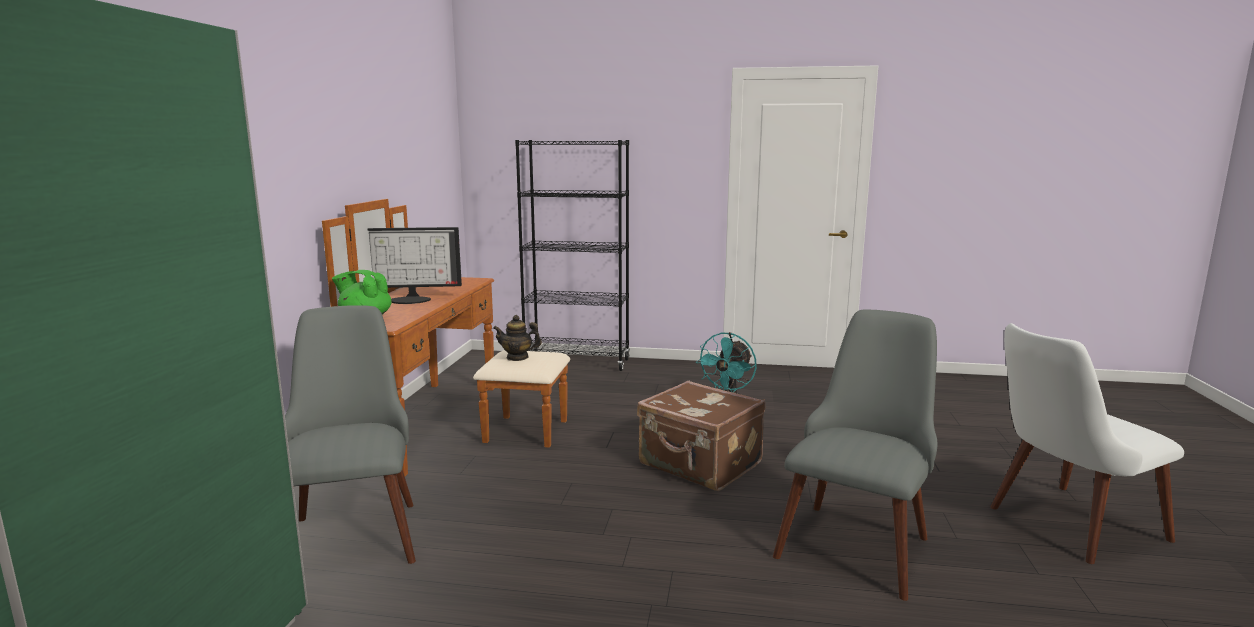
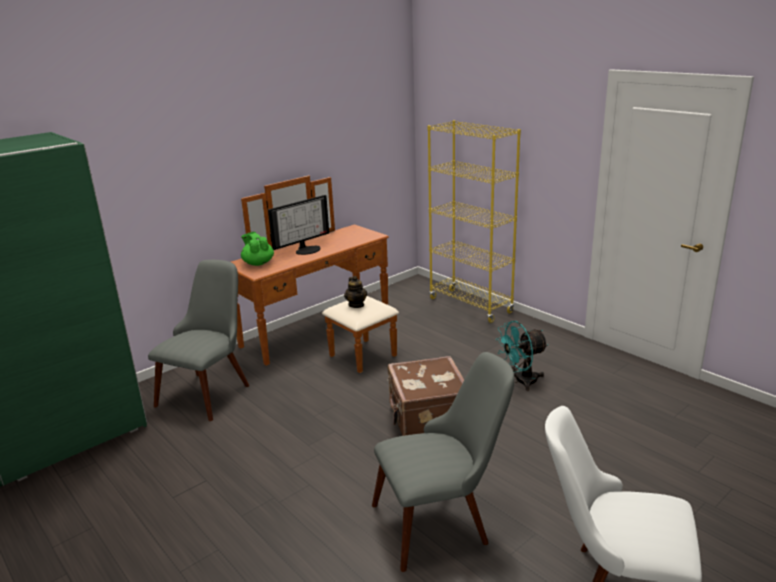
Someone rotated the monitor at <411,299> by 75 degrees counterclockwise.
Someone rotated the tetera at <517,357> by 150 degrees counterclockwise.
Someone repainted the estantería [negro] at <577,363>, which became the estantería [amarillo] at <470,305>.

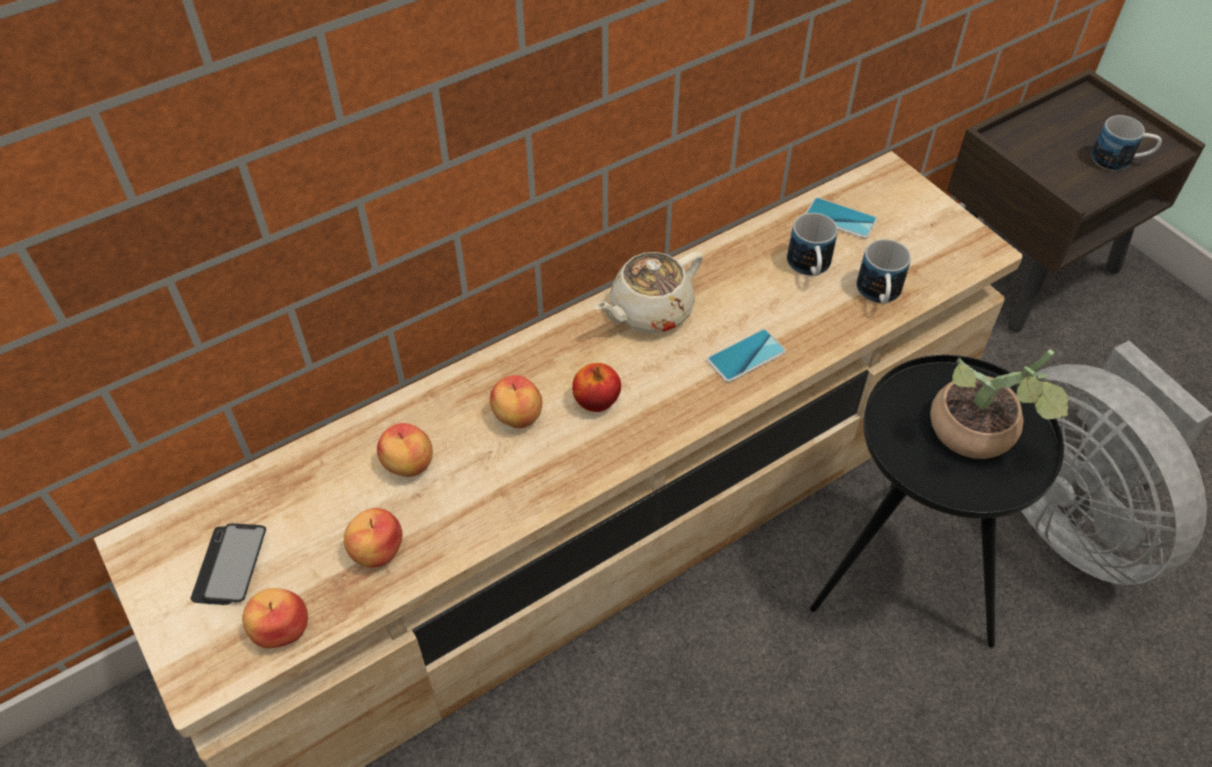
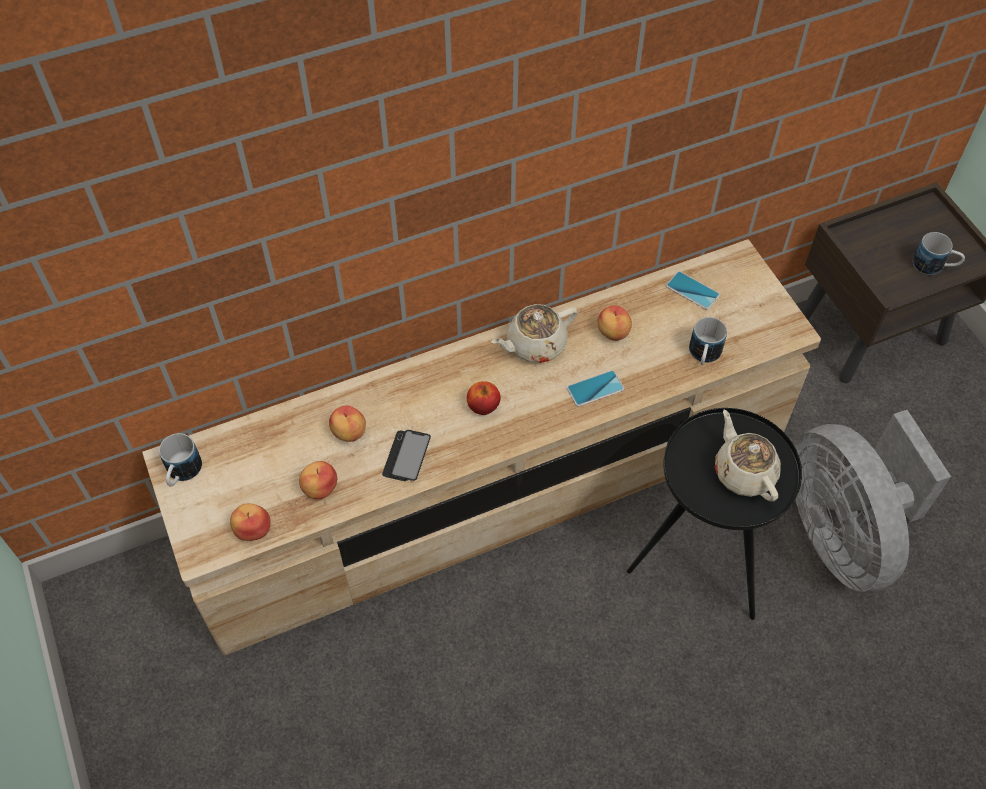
Someone carried the taza grande from <809,268> to <182,473>.
Someone carried the móvil from <230,565> to <406,456>.
Someone carried the manzana from <517,417> to <612,333>.
Someone swapped the planta en maceta at <979,437> for the tetera [beis] at <743,472>.

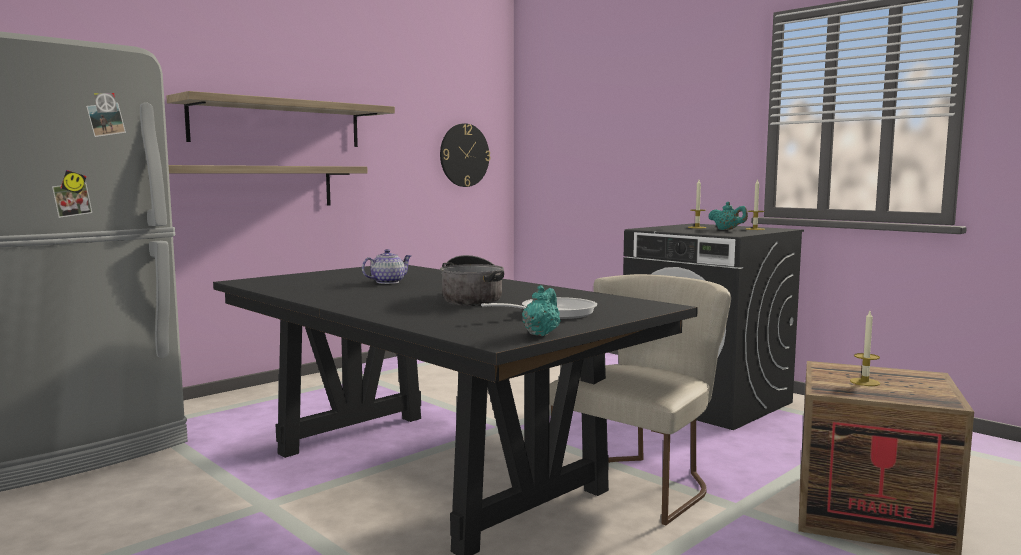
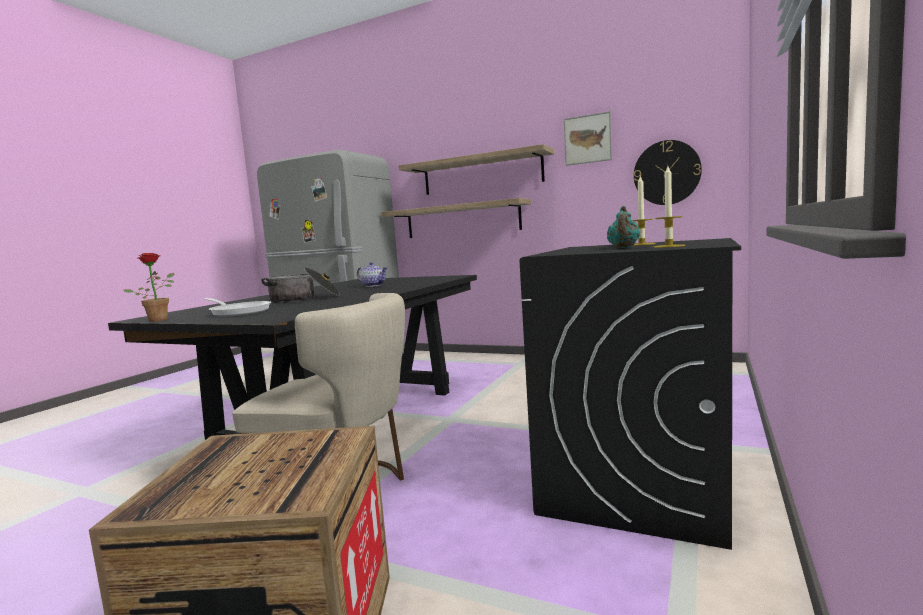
Someone swapped the tetera [turquesa] at <541,334> for the planta en maceta at <160,319>.
Someone put up the cuadro at <587,139>.
Someone took away the vela at <865,382>.

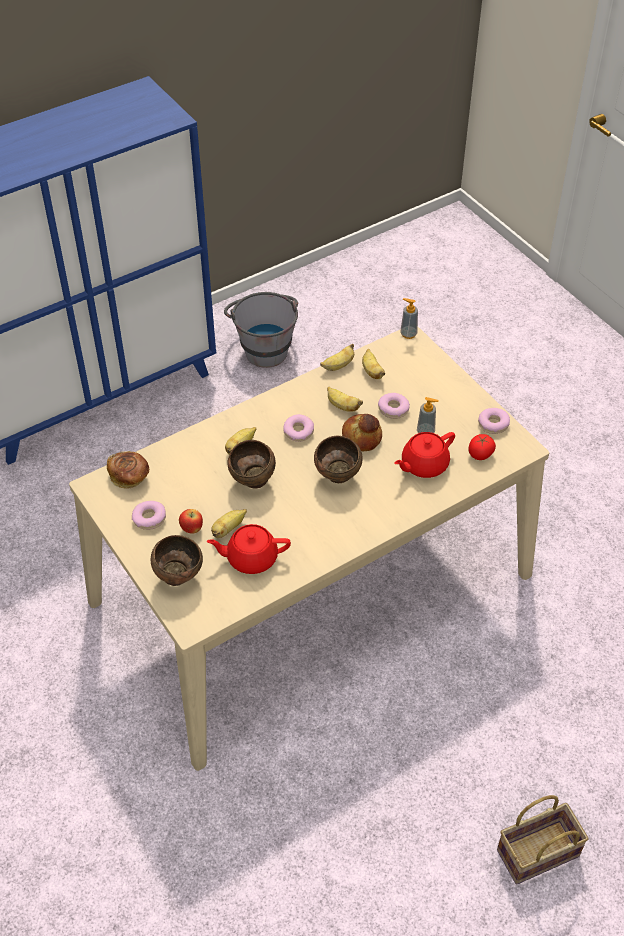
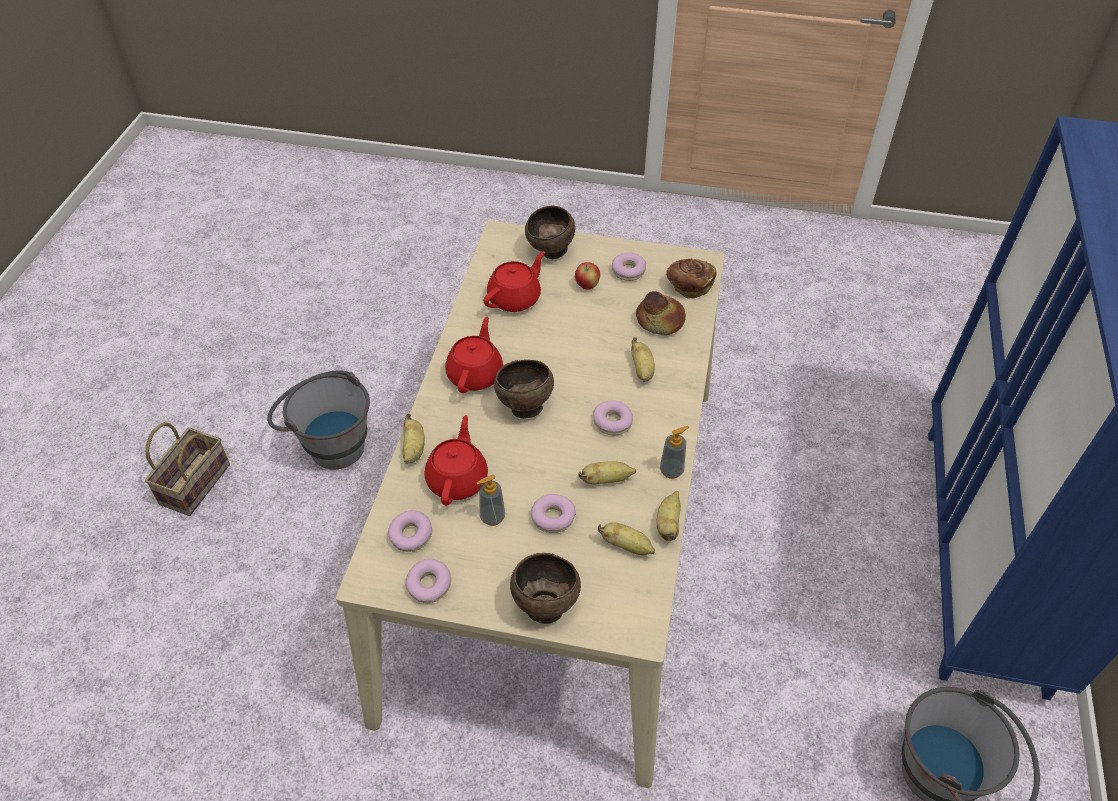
Someone put down the cubo [gris] at <329,442>.
Someone swapped the tomate at <480,454> for the rosquilla at <411,535>.
Someone carried the plátano from <228,529> to <413,449>.
Someone put down the tetera [rojo] at <476,374>.
Someone carried the cuenco [marrón] from <253,482> to <544,606>.
Someone carried the pan from <362,437> to <660,321>.
Someone carried the dispensador de jabón from <408,334> to <671,470>.

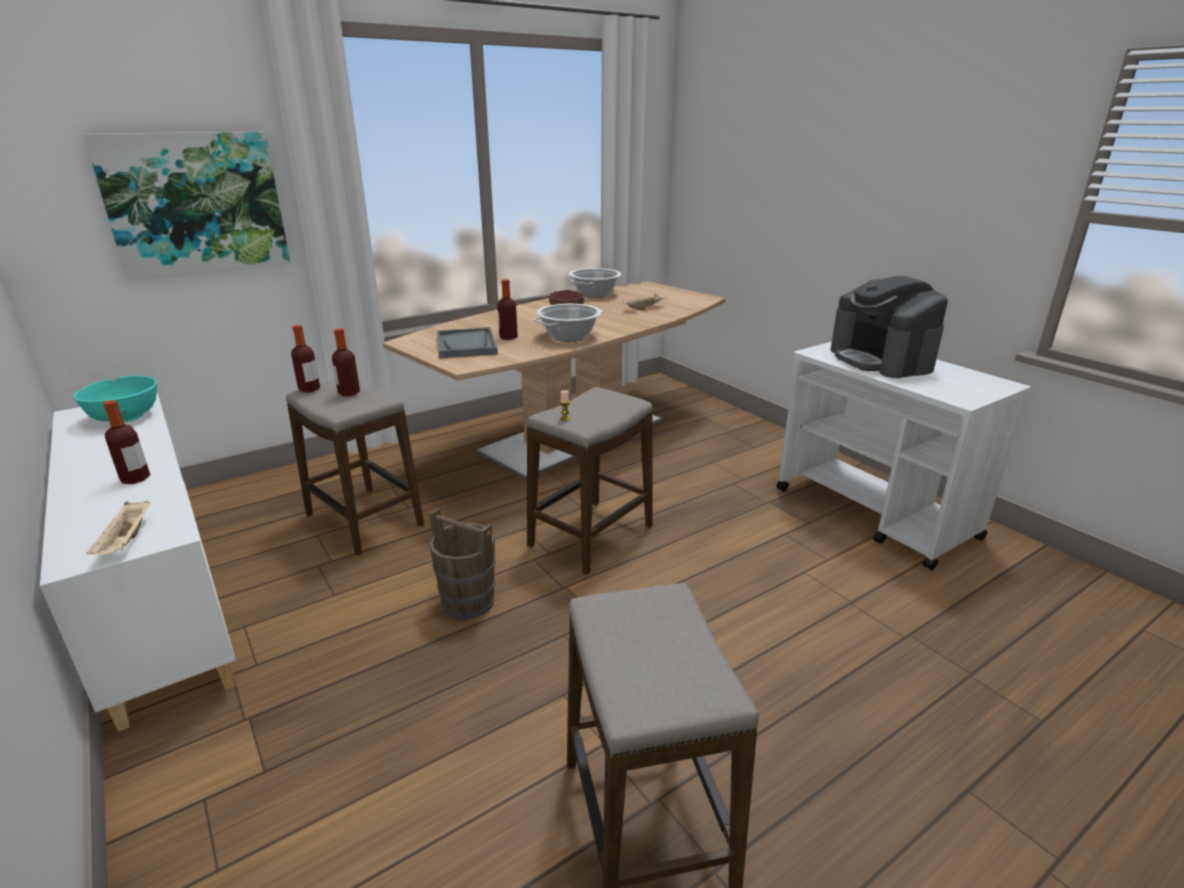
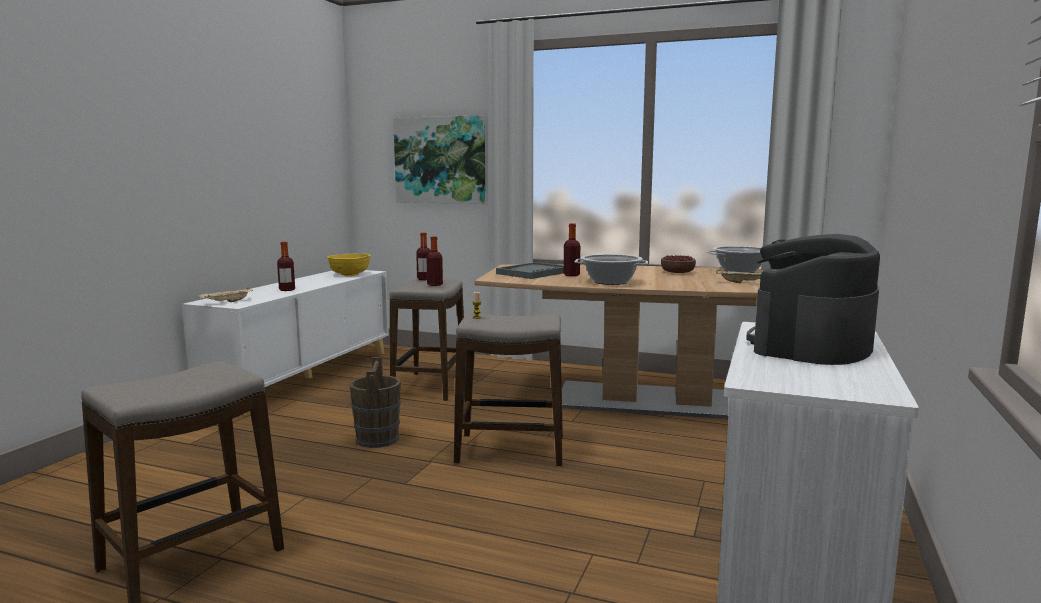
Someone repainted the cuenco [turquesa] at <125,417>, which became the cuenco [amarillo] at <349,275>.

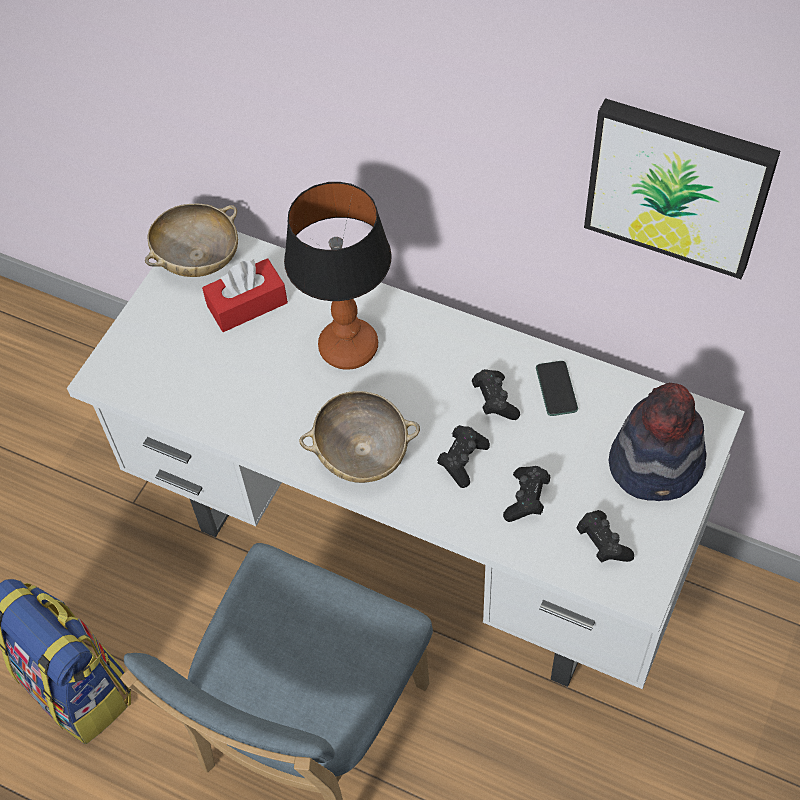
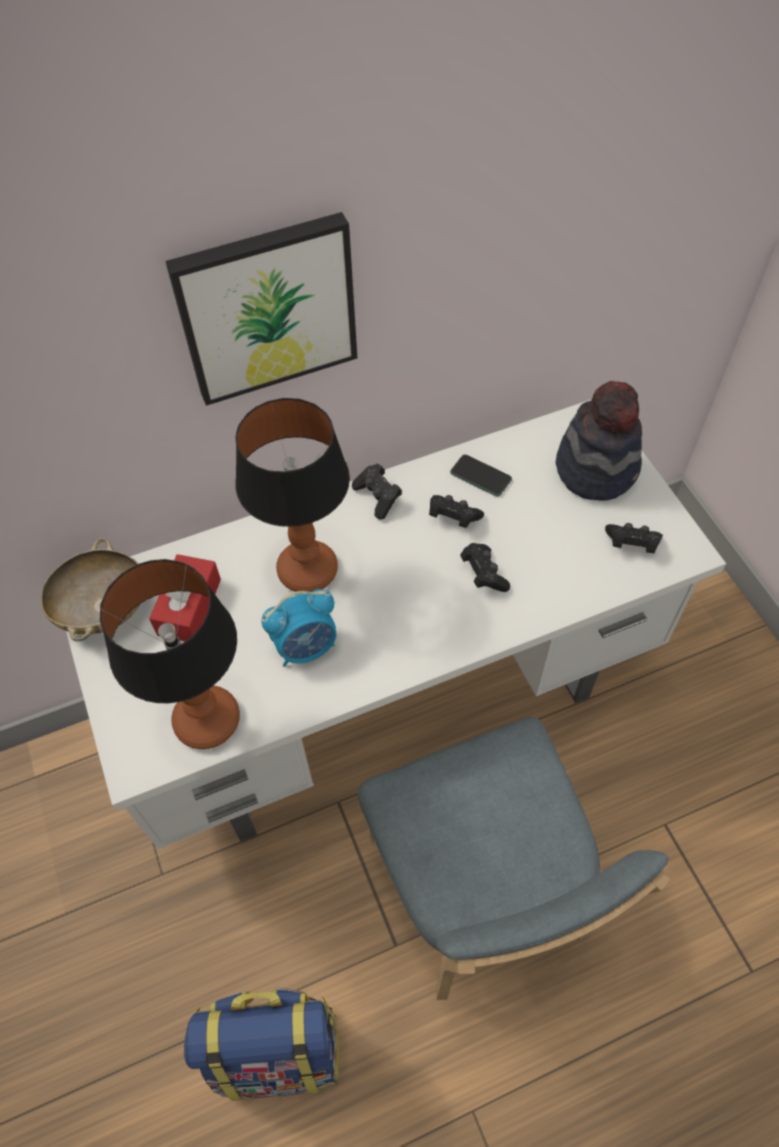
Someone put down the lámpara de mesa at <206,719>.
Someone carried the cuadro from <678,185> to <267,308>.
Someone put down the despertador at <306,647>.
Someone carried the mando de consola [negro] from <526,499> to <378,497>.
Someone took away the cuenco [beis] at <362,453>.

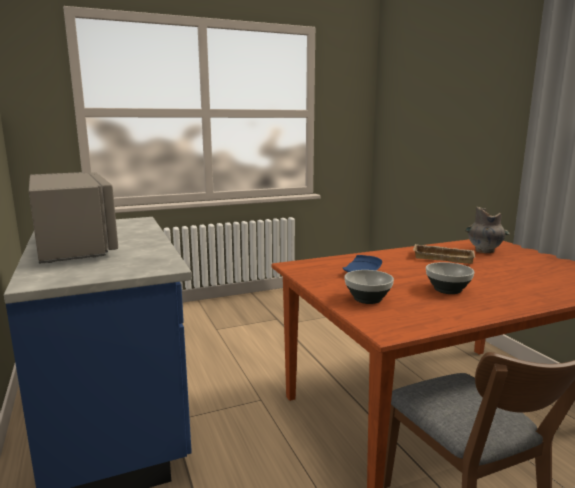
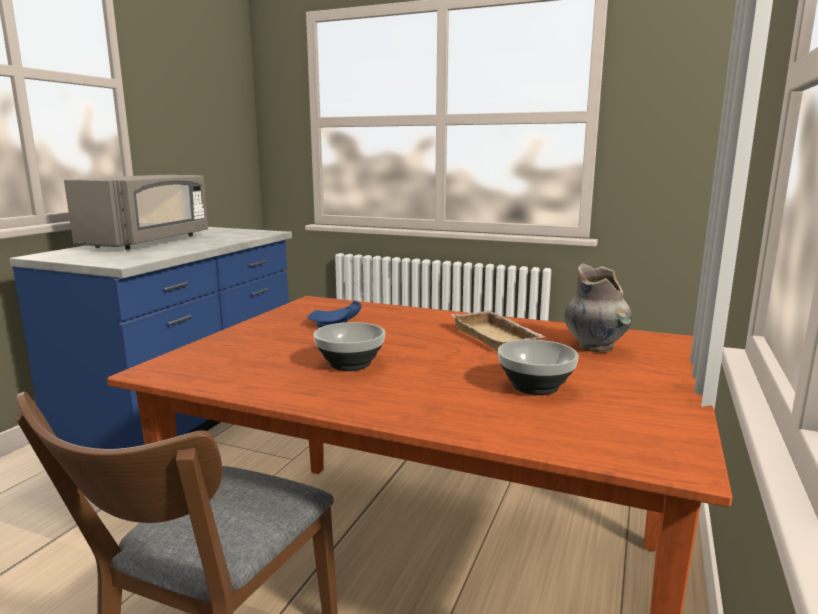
Someone carried the cuenco from <367,299> to <534,387>.

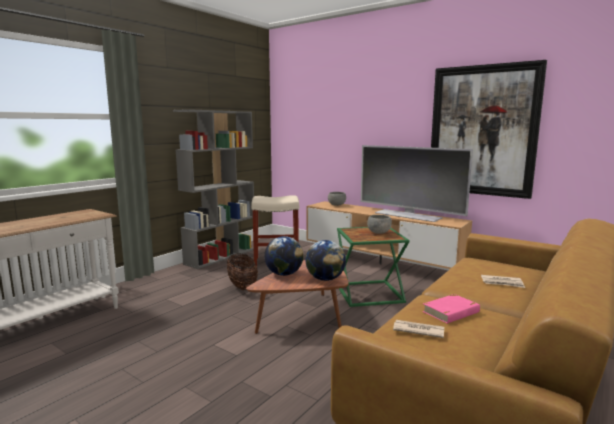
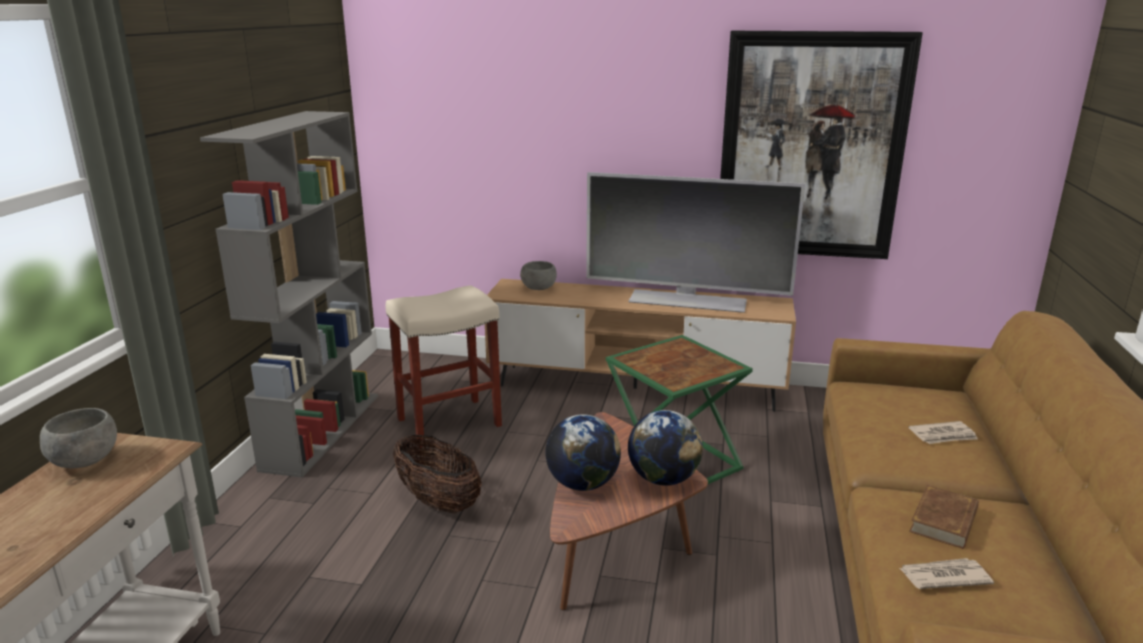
Someone carried the cuenco [gris] from <379,233> to <86,461>.
Someone repainted the libro [rosa] at <451,312>, which became the libro [marrón] at <944,521>.

